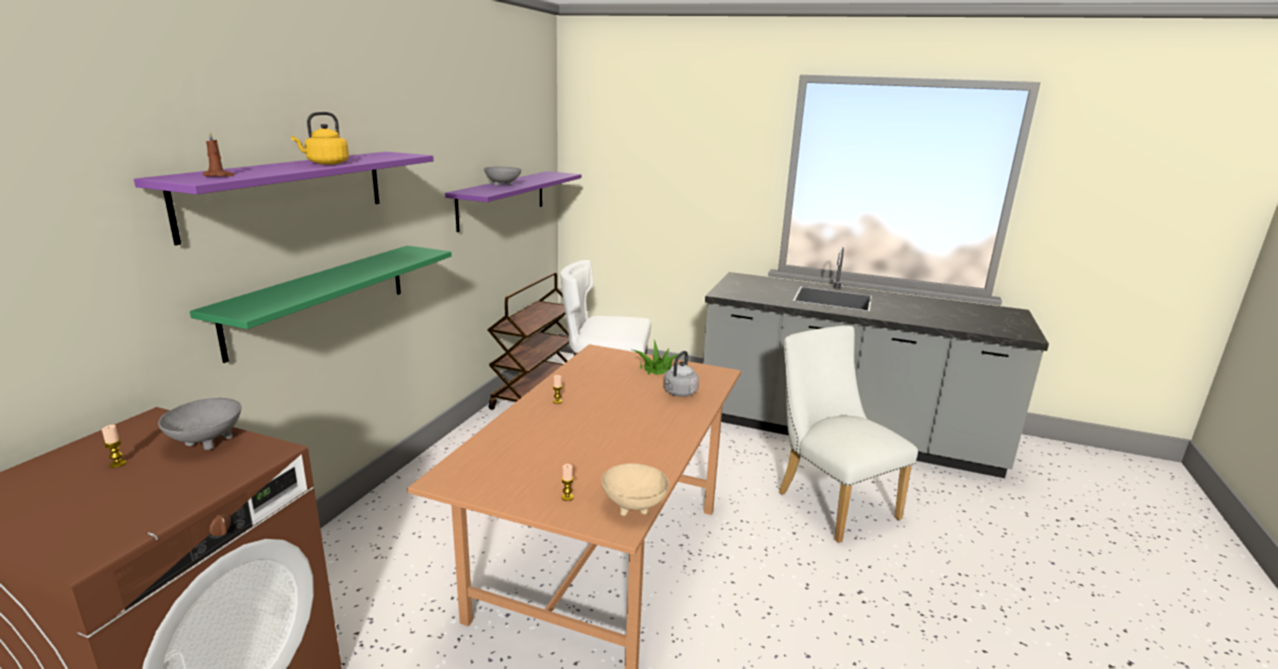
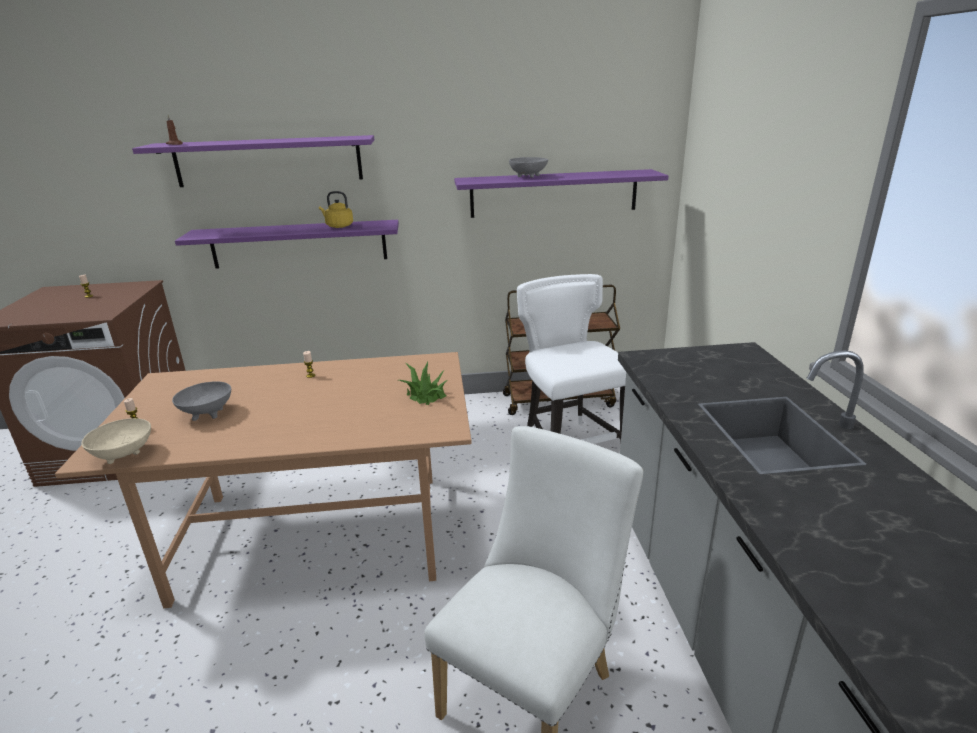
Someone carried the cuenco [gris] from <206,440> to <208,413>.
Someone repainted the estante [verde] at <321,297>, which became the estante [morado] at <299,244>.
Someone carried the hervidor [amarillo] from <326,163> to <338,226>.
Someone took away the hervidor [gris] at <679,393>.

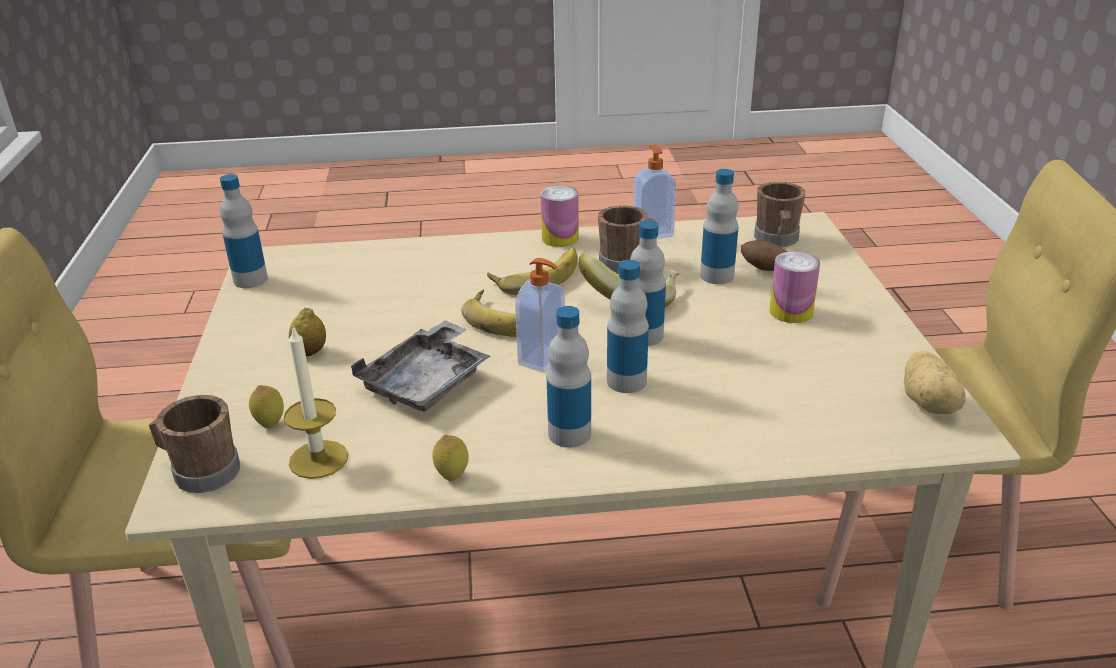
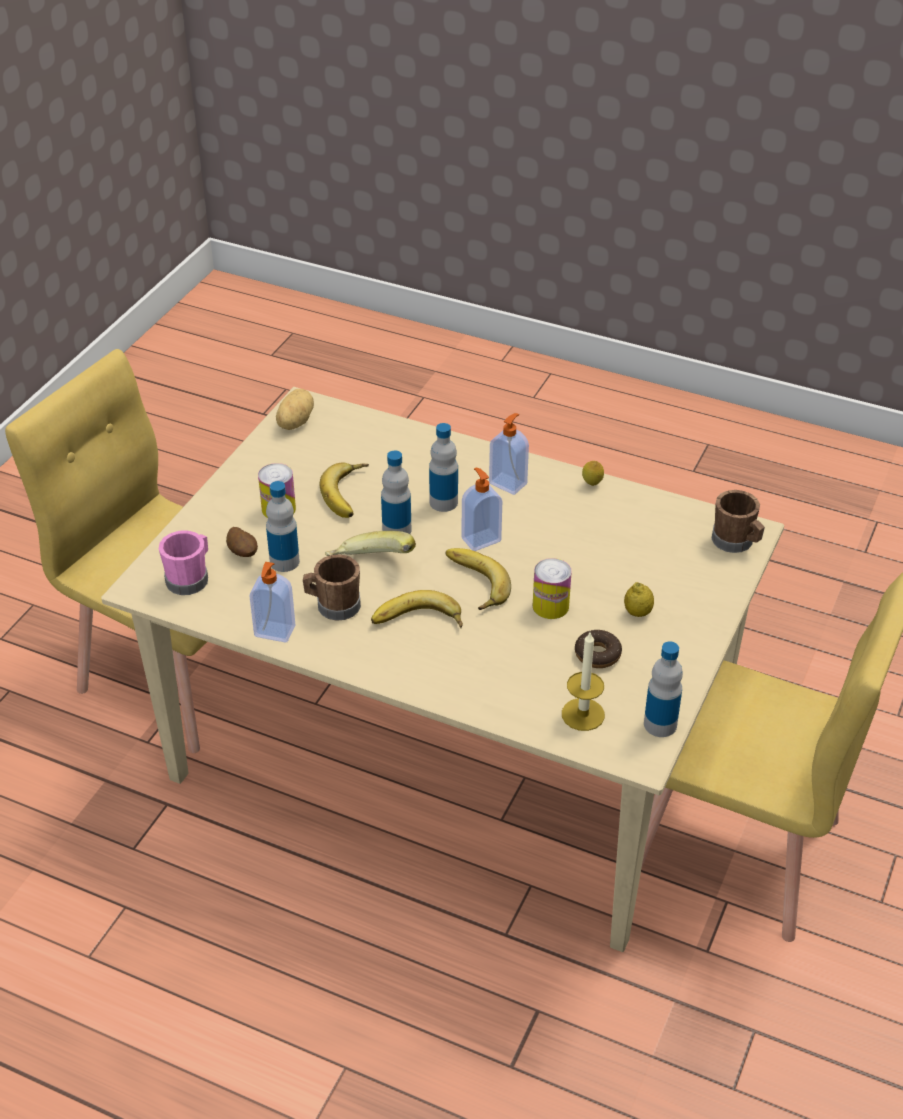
Someone repainted the taza grande [marrón] at <777,240>, which became the taza grande [rosa] at <190,578>.
Someone put down the plátano at <350,494>.
Someone swapped the botella at <569,434> for the dispensador de jabón at <508,483>.
Someone carried the lata from <560,238> to <550,606>.
Someone carried the vela from <318,459> to <583,714>.
Someone put down the rosquilla at <597,654>.
Someone took away the limón at <270,424>.
Someone took away the bandeja [gris] at <427,382>.

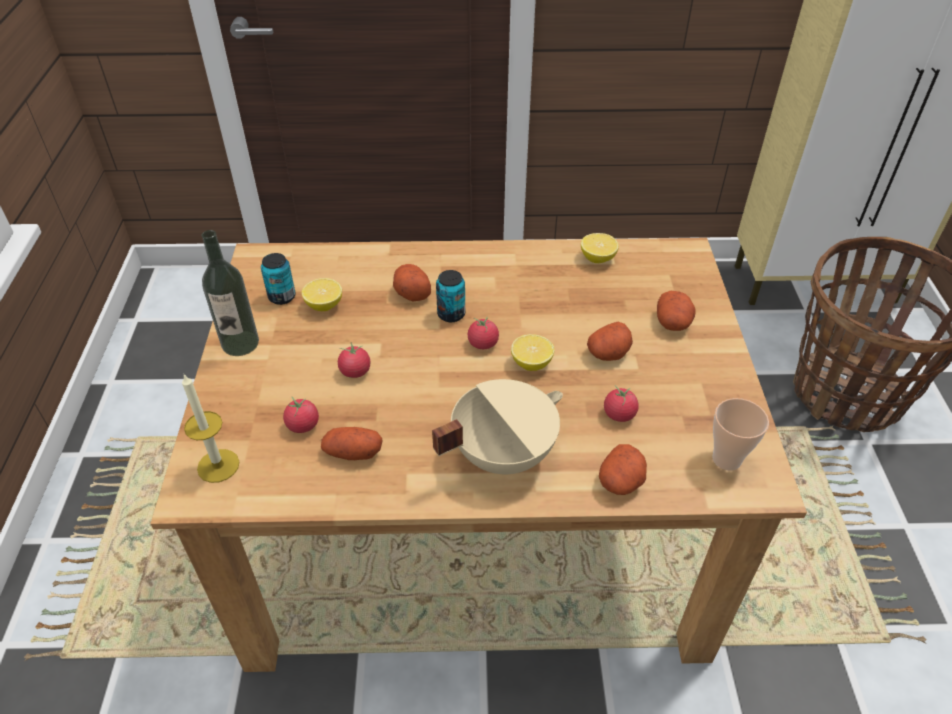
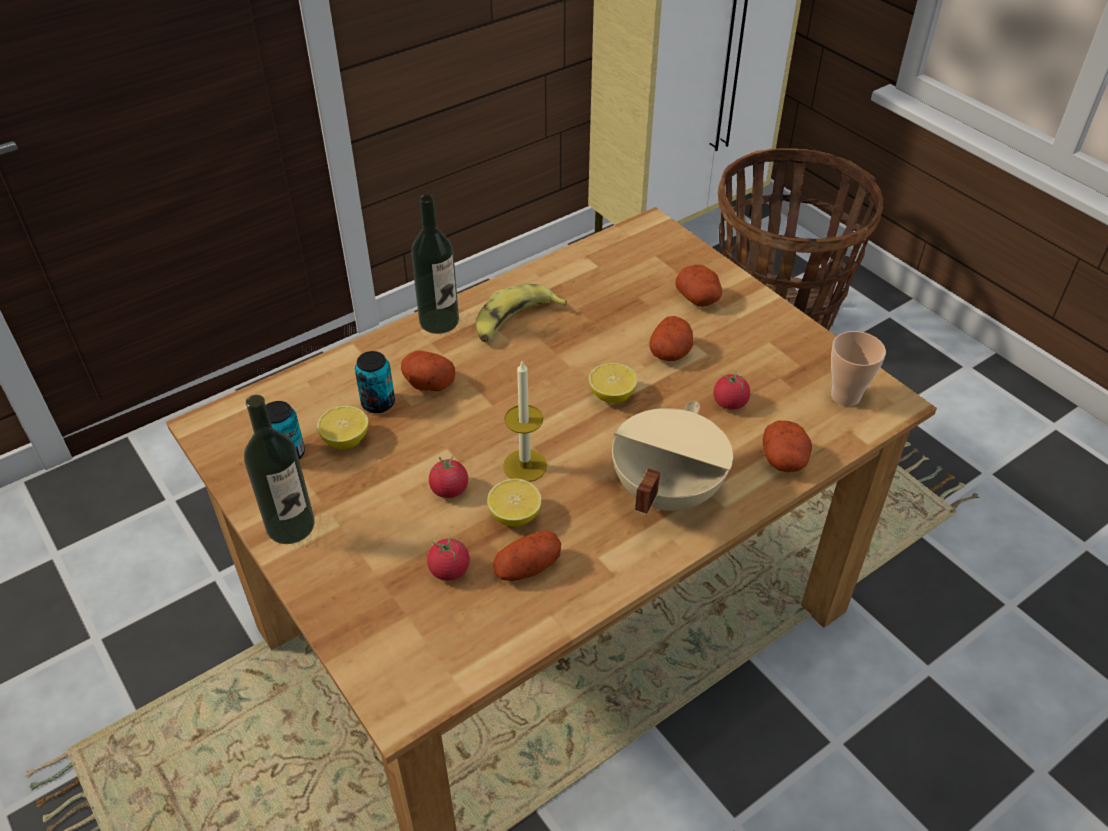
Someone carried the lata from <451,314> to <378,403>.
Someone put down the botella at <439,321>.
Someone put down the plátano at <514,322>.
Someone carried the limón from <597,258> to <515,515>.
Someone carried the vela from <218,465> to <525,466>.
Someone took away the tomate at <483,343>.

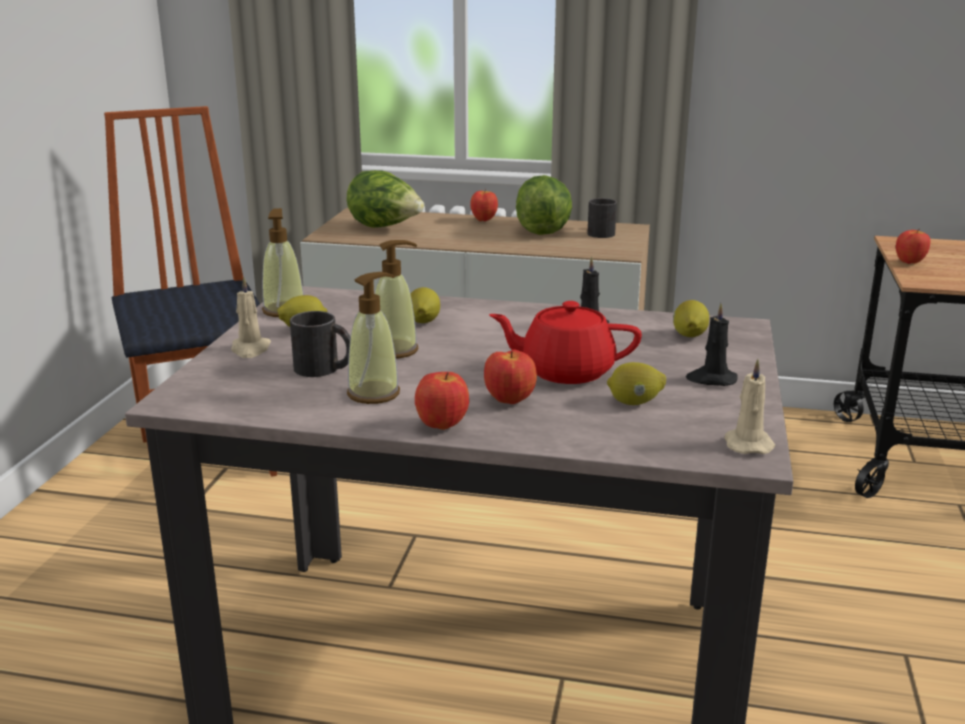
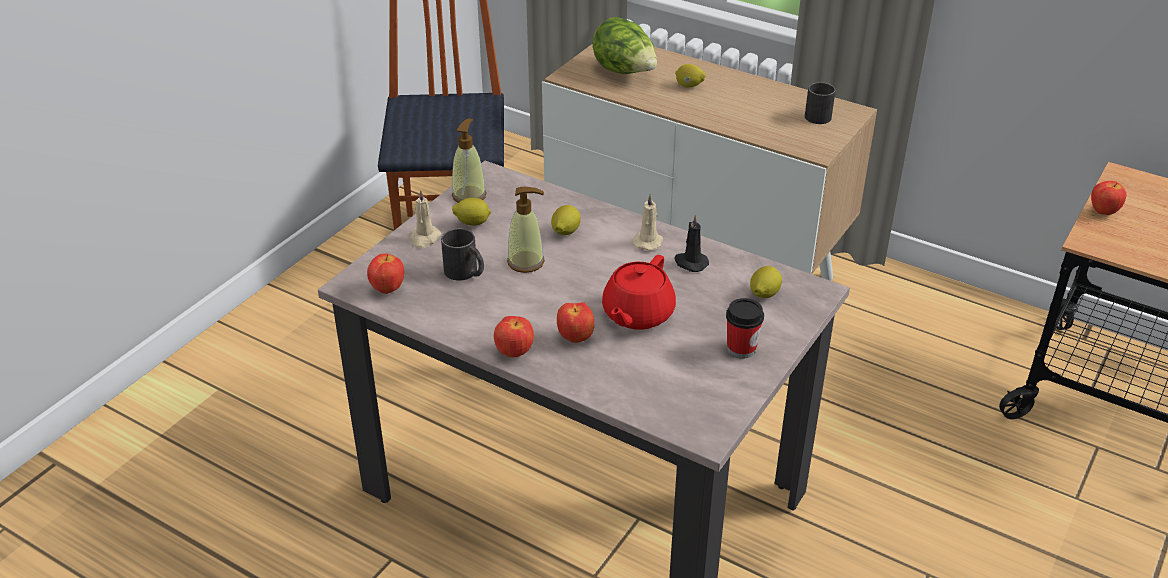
Someone carried the manzana from <483,220> to <387,289>.
Someone rotated the tetera [rojo] at <565,371> by 90 degrees counterclockwise.
Someone carried the vela [beis] from <747,443> to <648,241>.
Someone carried the limón from <634,403> to <689,86>.
Someone swapped the vela [negro] at <711,379> for the taza at <741,349>.
Someone took away the dispensador de jabón at <374,393>.
Someone took away the lechuga at <543,230>.

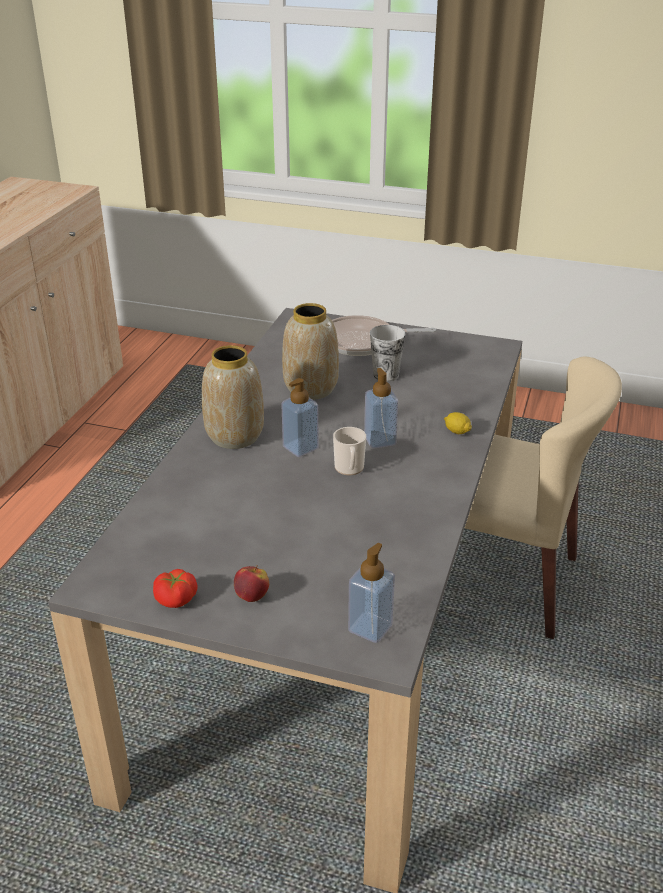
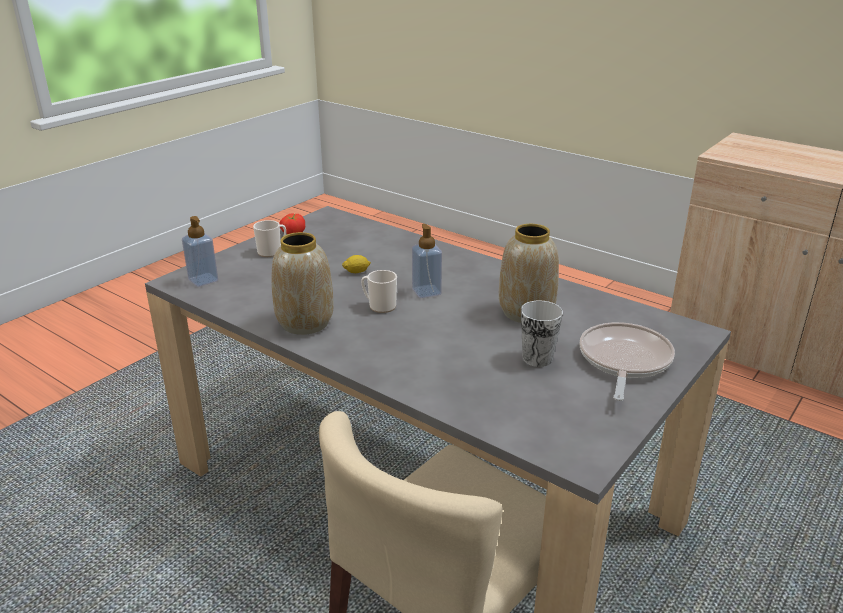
Someone swapped the manzana at <252,596> for the taza grande at <272,252>.
Someone carried the florero from <234,436> to <304,323>.
Someone carried the limón from <457,431> to <357,272>.
Someone took away the dispensador de jabón at <380,440>.

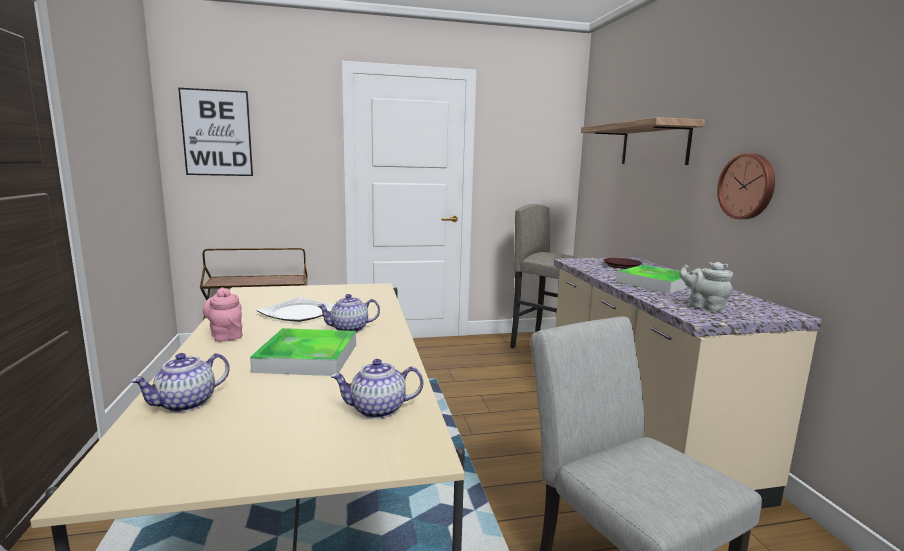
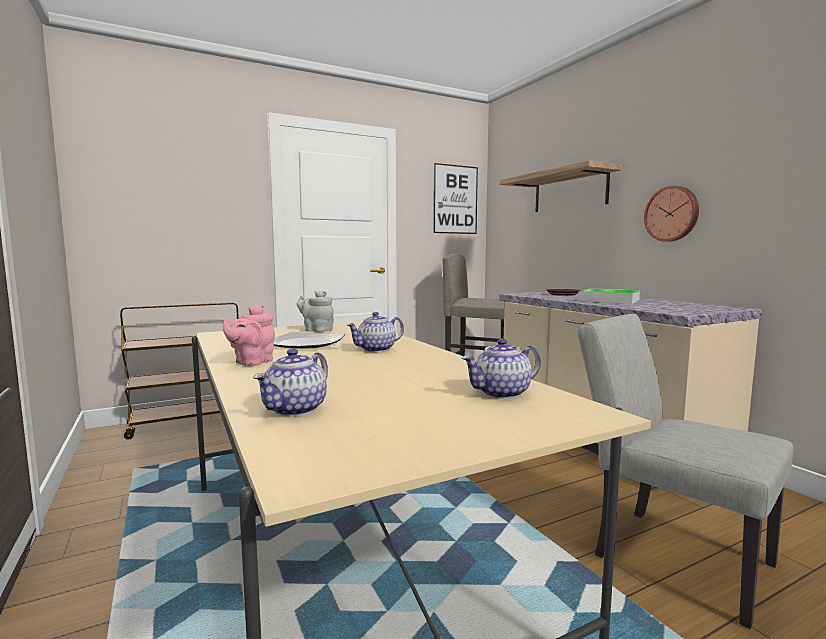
Someone rotated the tetera [rosa] at <226,335> by 105 degrees counterclockwise.
Someone carried the tetera [gris] from <704,306> to <316,330>.
Someone carried the cuadro from <217,133> to <455,199>.
Someone took away the bandeja at <307,357>.

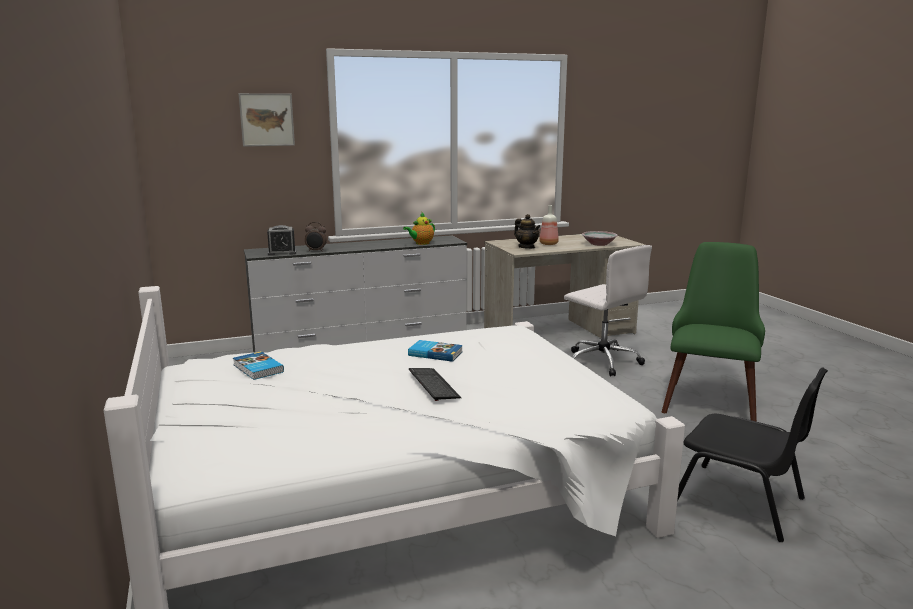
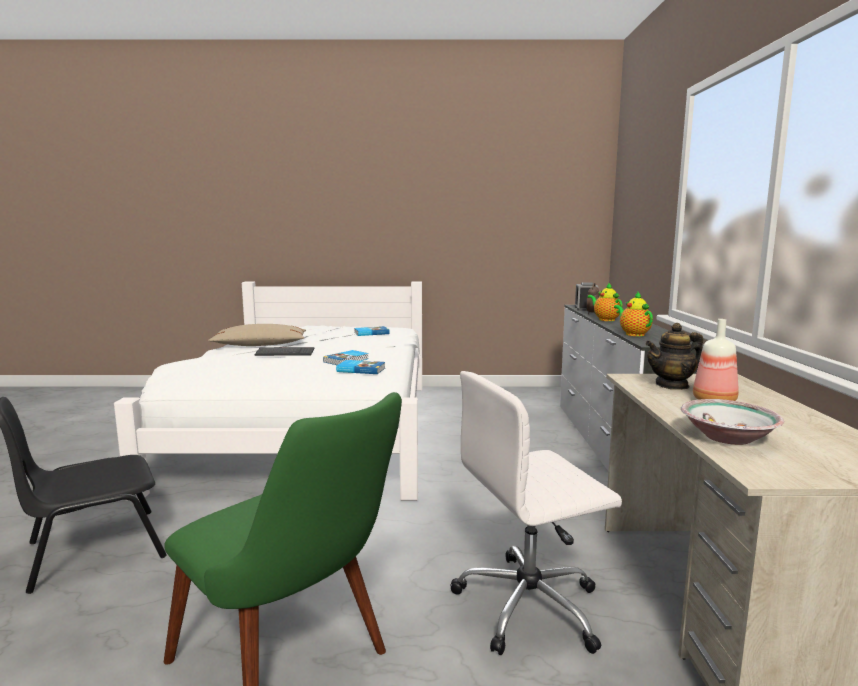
Someone put down the cojín [beis] at <260,345>.
Someone put down the libro at <361,369>.
Someone put down the tetera at <605,319>.
Someone took away the cuadro at <267,119>.

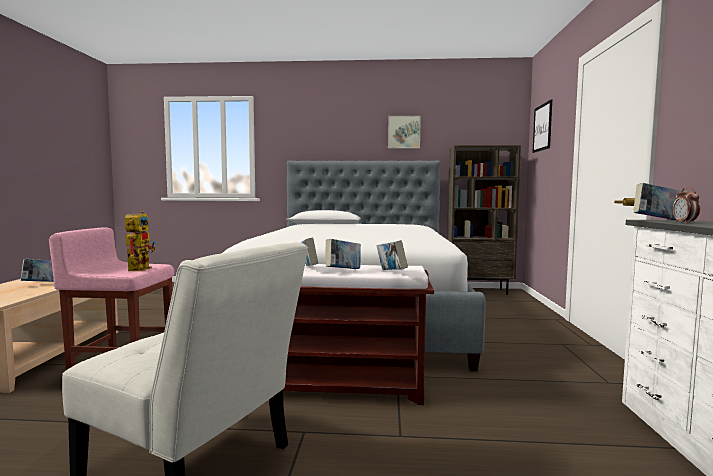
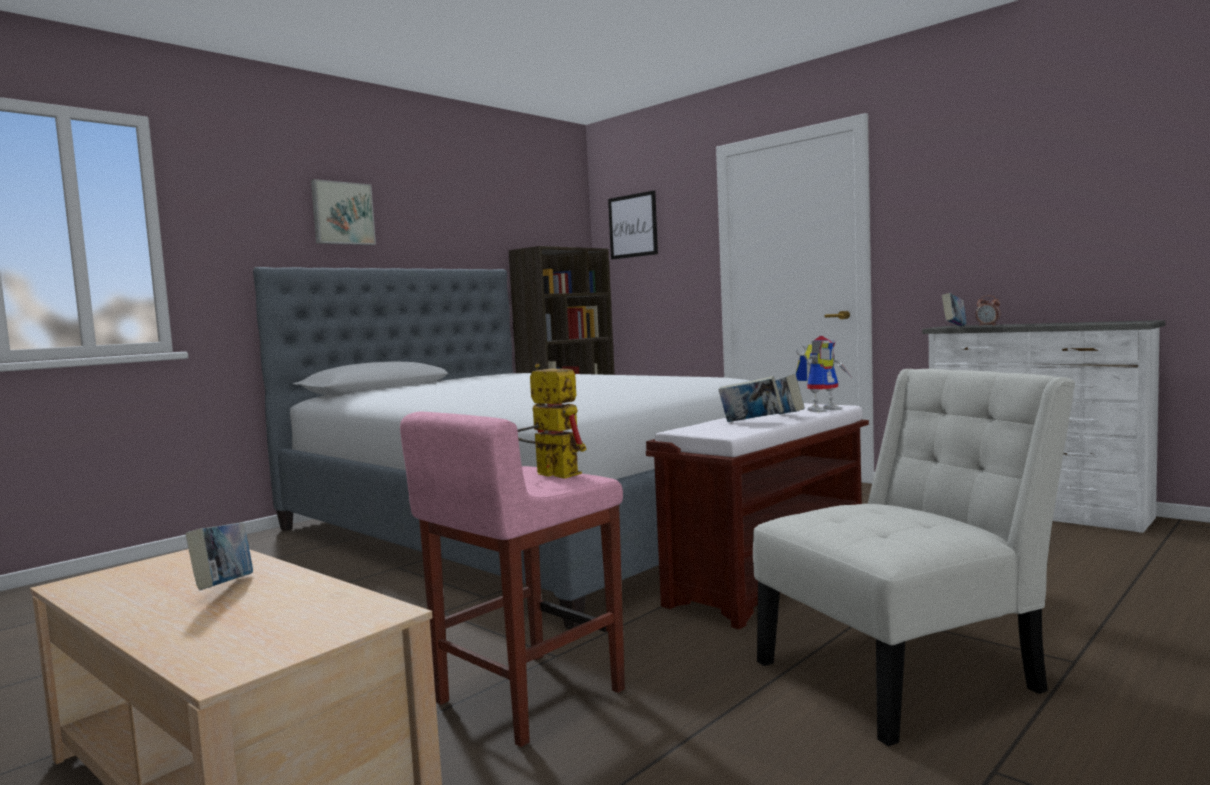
Someone carried the cuadro from <403,132> to <342,213>.
Someone swapped the libro at <391,272> for the robot de juguete at <822,409>.

